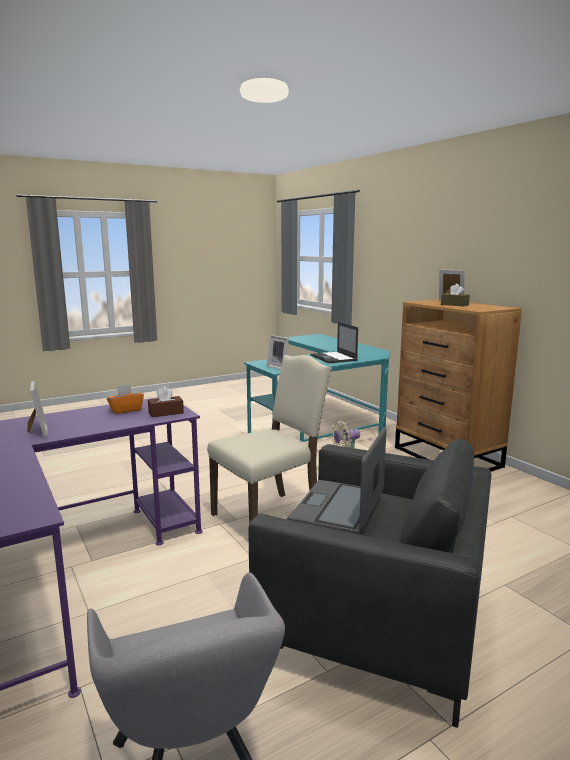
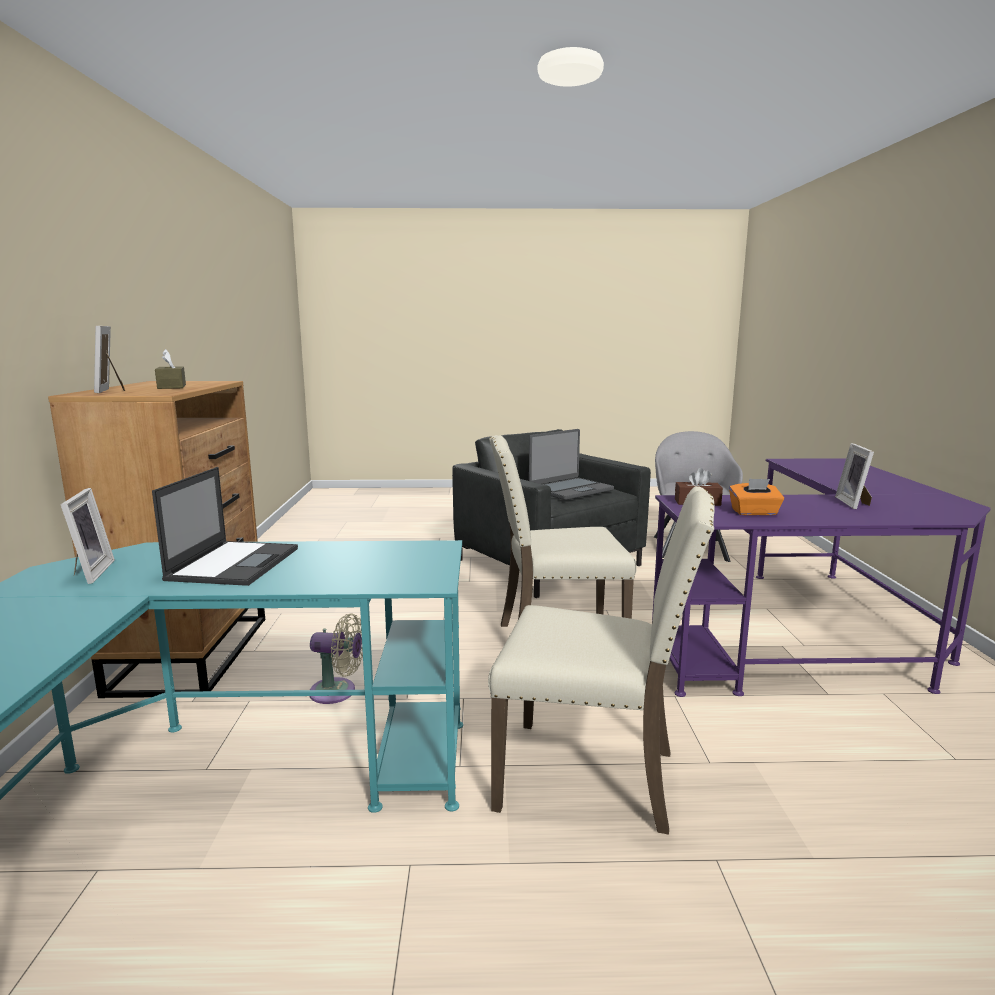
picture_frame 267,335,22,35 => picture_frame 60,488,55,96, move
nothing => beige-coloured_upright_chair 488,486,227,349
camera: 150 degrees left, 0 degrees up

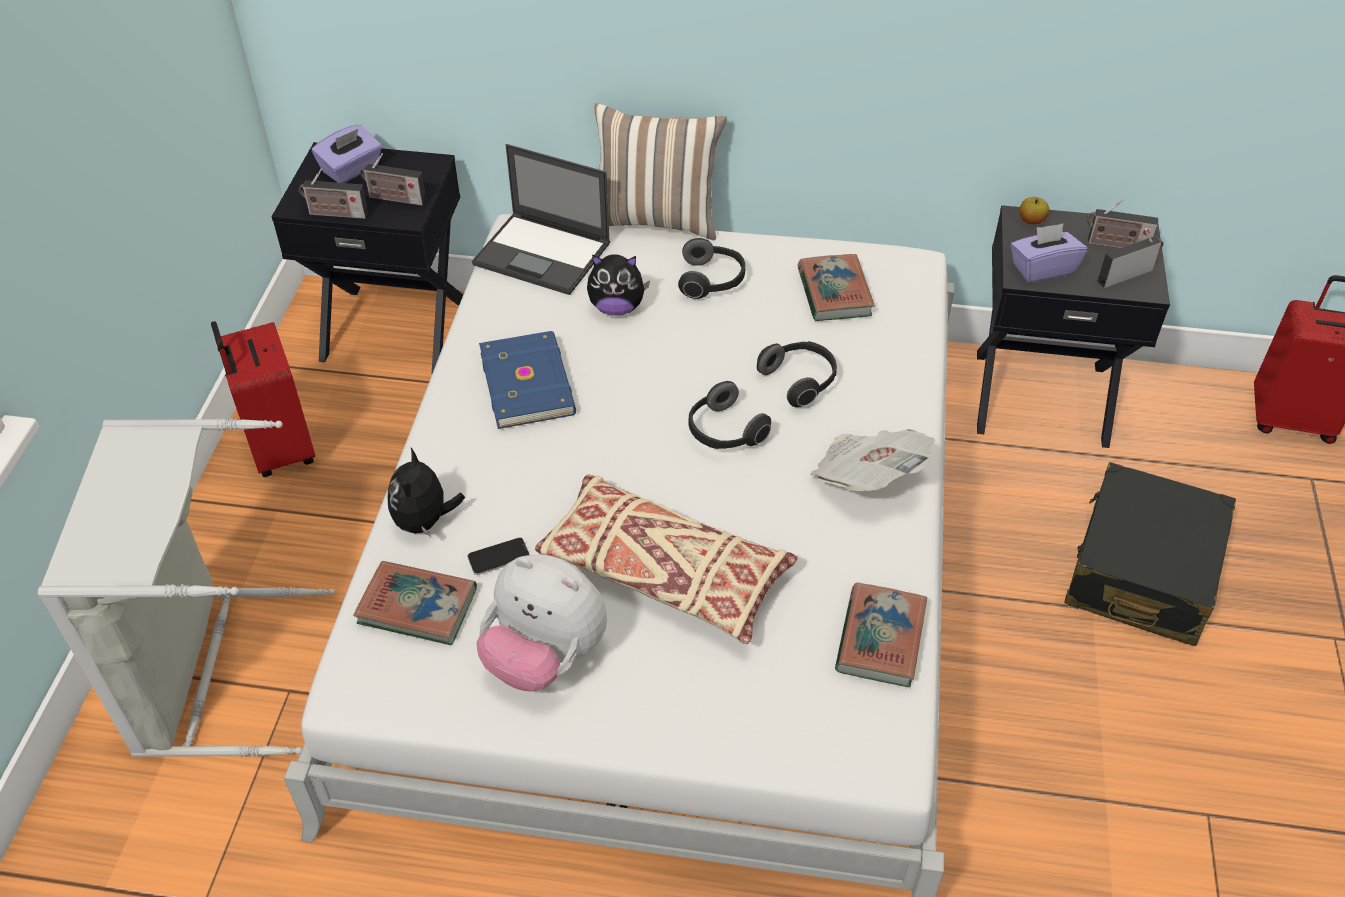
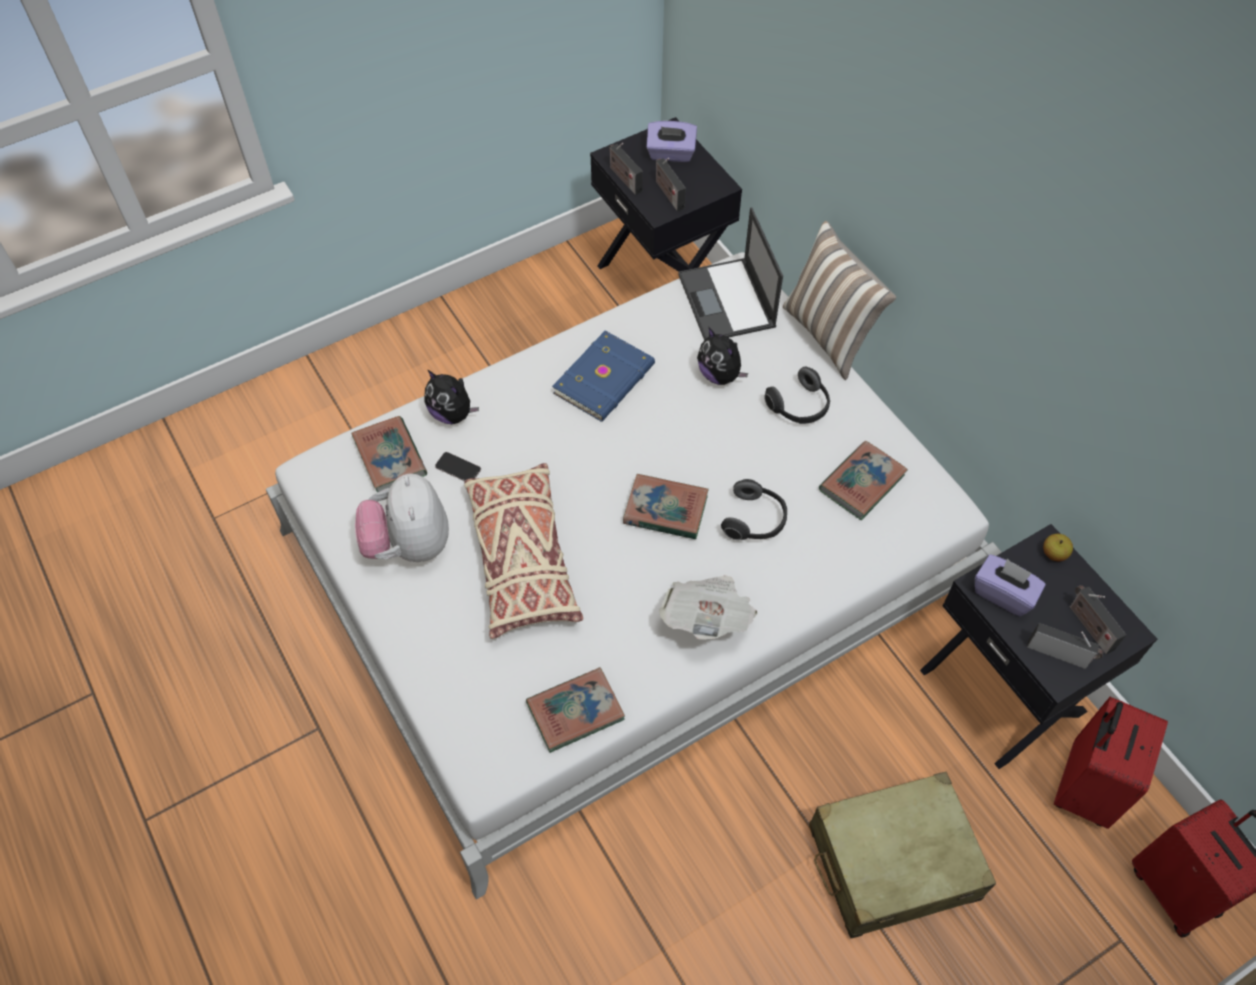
gray_washing_basket 38,418,297,339 => nothing
reddish_travel_case 211,321,104,156 => reddish_travel_case 1054,697,114,132, move
soft_toy 388,448,77,89 => soft_toy 424,370,55,54, 105 degrees counterclockwise
headphones 688,381,83,68 => volume 623,474,86,65
black_travel_case 1064,462,172,184 => beige-coloured_travel_case 809,772,187,166
camera: 50 degrees right, 10 degrees up

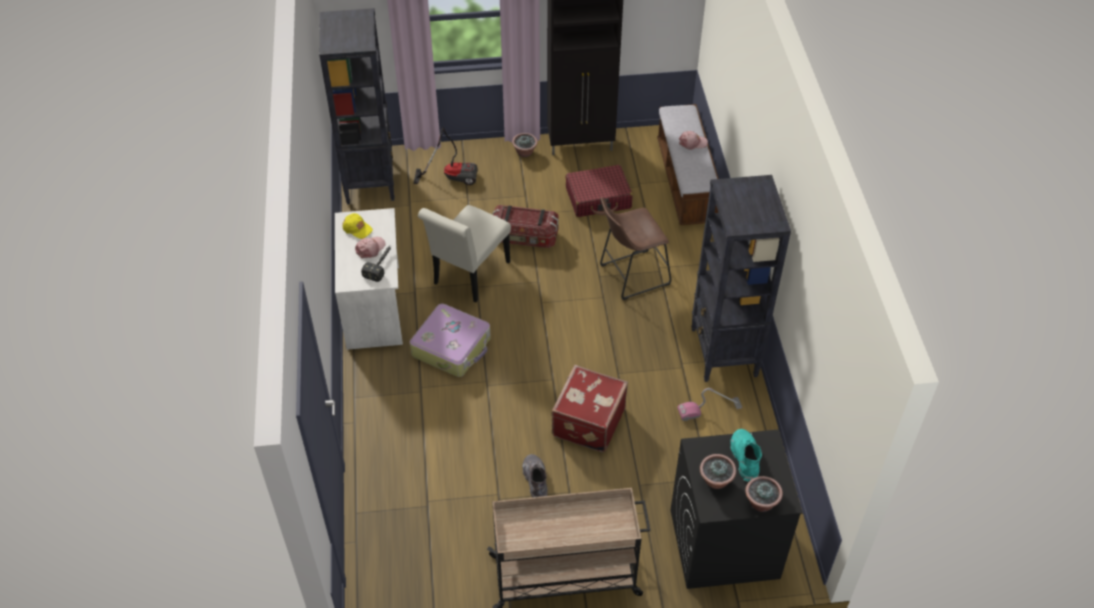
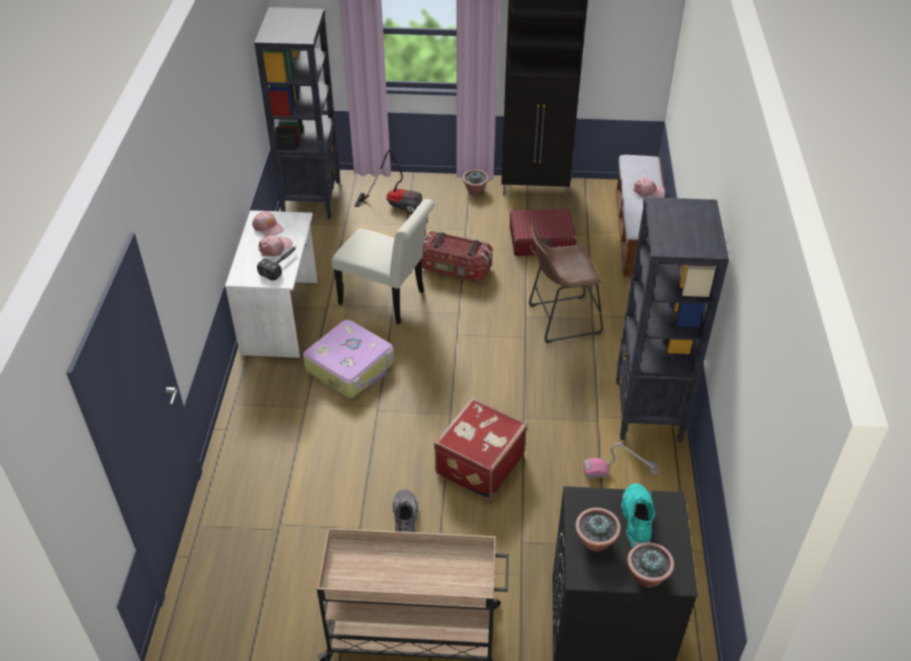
yellow_peaked_cap 343,213,30,26 => pinkish_peaked_cap 252,211,32,25
white_upright_chair 418,205,93,98 => white_upright_chair 331,199,104,125, 105 degrees counterclockwise
camera: 10 degrees right, 5 degrees down

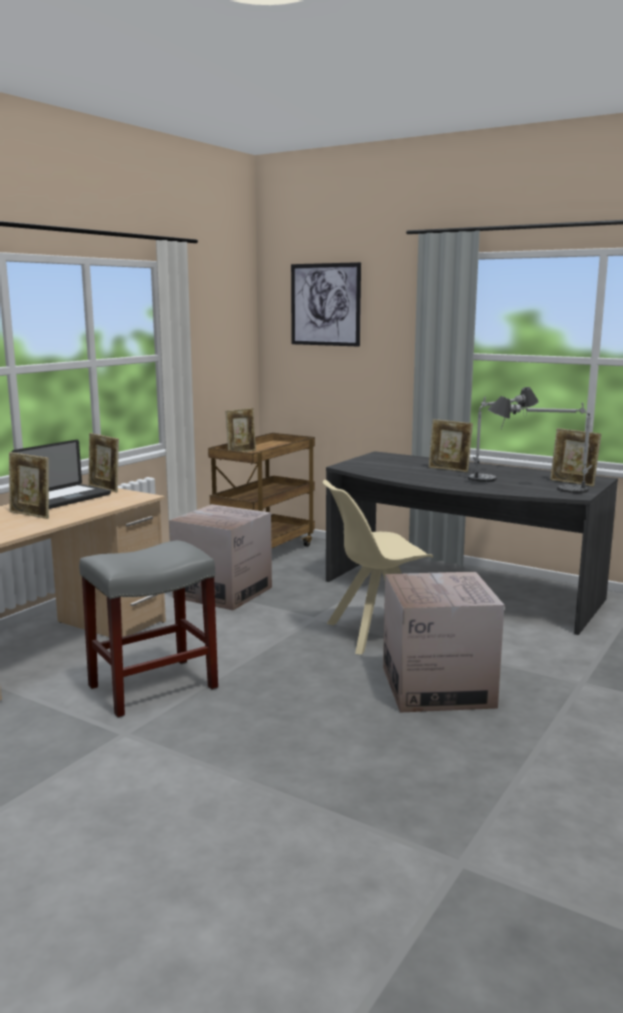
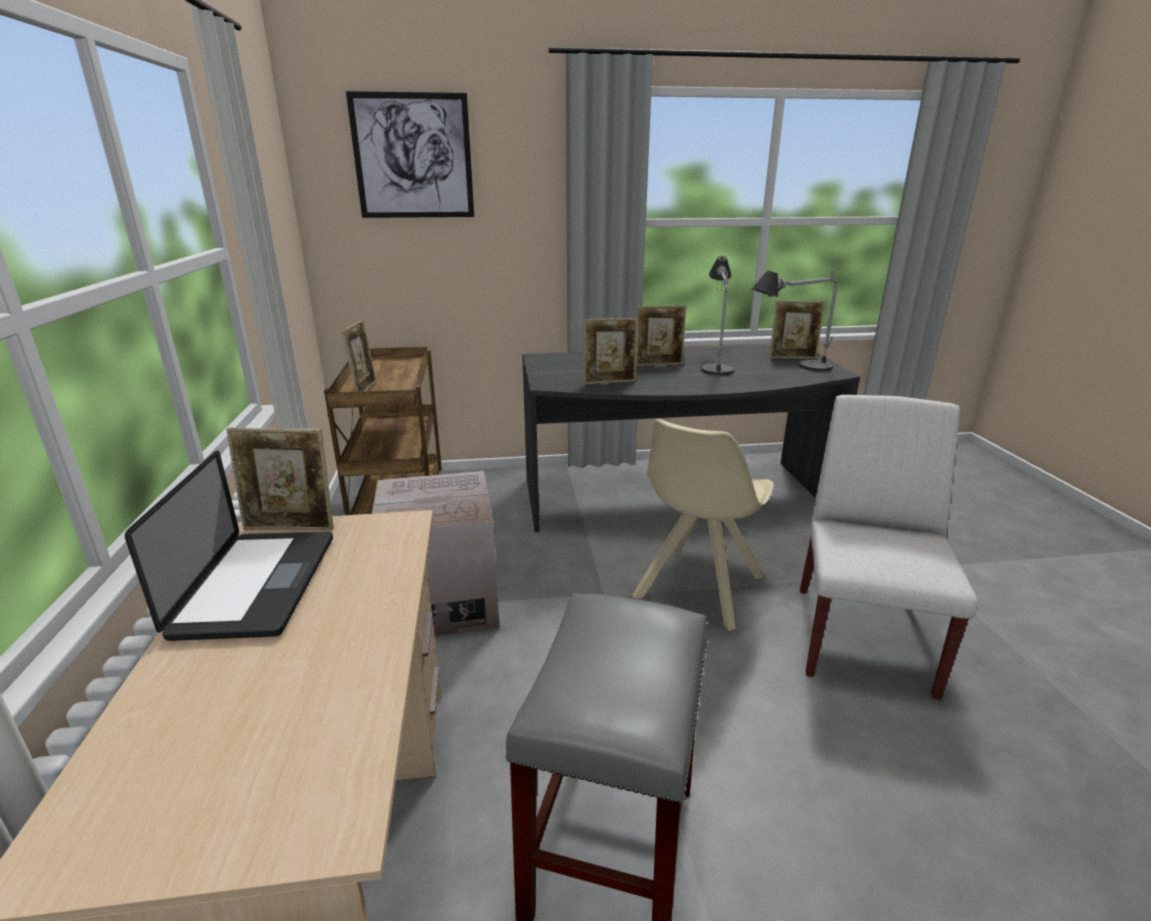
picture_frame 9,452,40,67 => picture_frame 584,318,54,66, move
packing_box 383,572,121,141 => white_upright_chair 800,395,177,305
camera: 40 degrees left, 10 degrees up

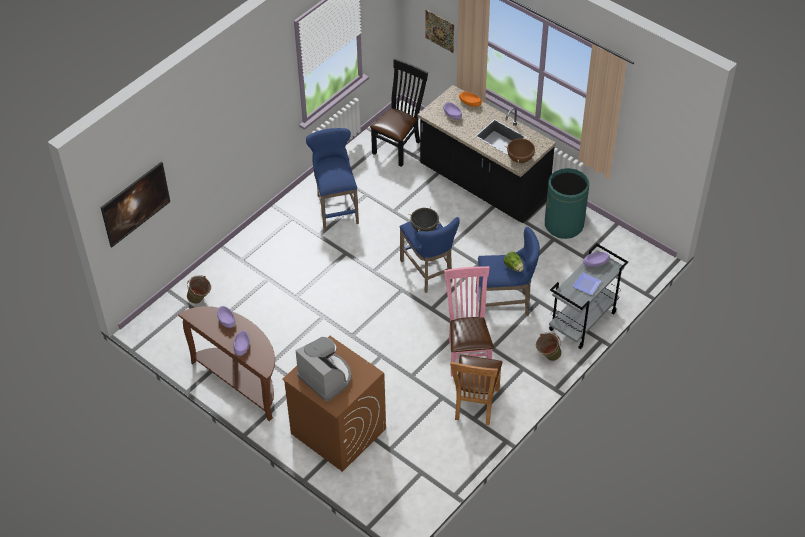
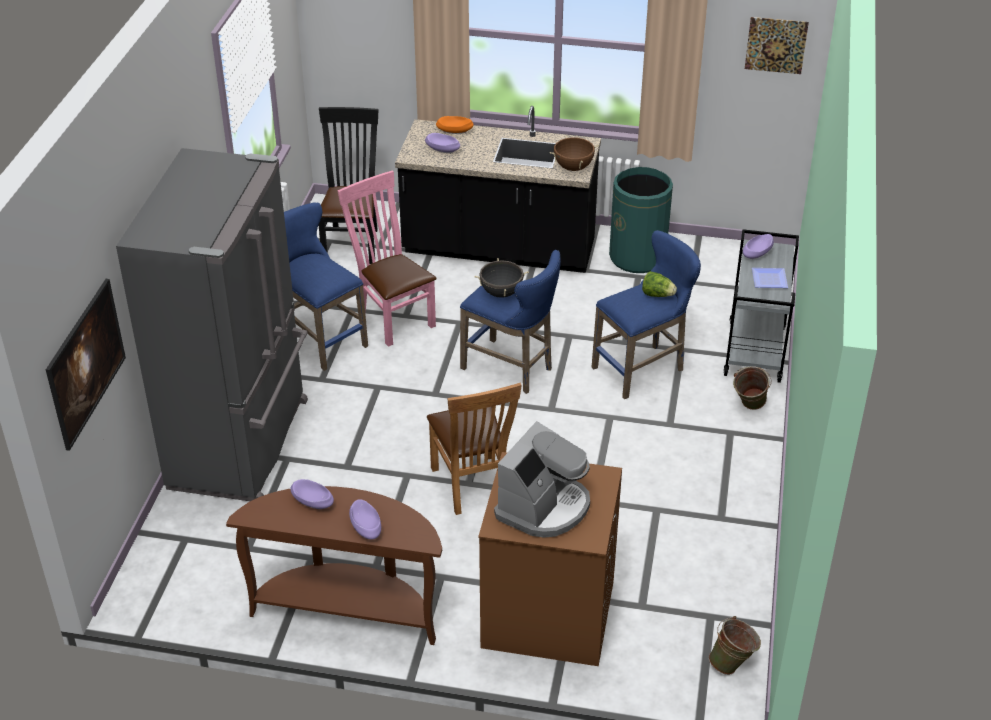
green-coloured_bucket 187,275,24,29 => green-coloured_bucket 709,616,52,59, move
coffee_brewer 296,337,56,64 => coffee_brewer 494,421,96,117, 105 degrees clockwise
picture 425,10,29,43 => picture 745,17,64,57, move
pinkish_upright_chair 444,266,50,110 => pinkish_upright_chair 338,171,99,176, move
brown-coloured_upright_chair 450,355,52,70 => brown-coloured_upright_chair 427,383,95,132, move
nothing => gray_fridge 116,148,192,353
camera: 30 degrees left, 10 degrees down

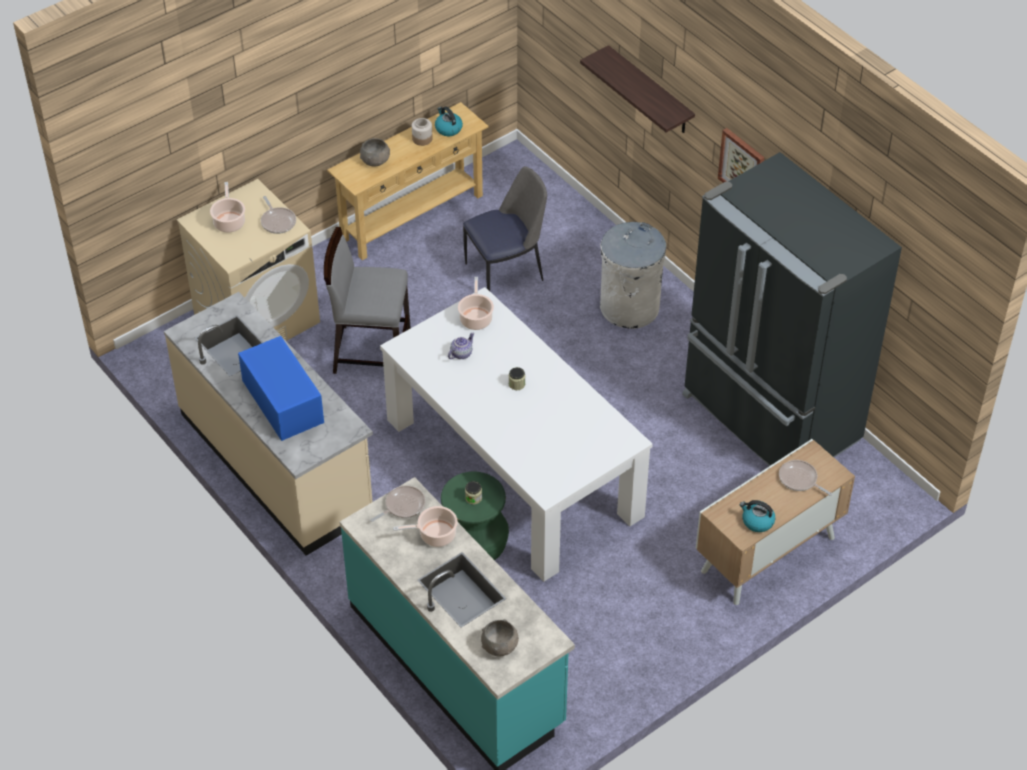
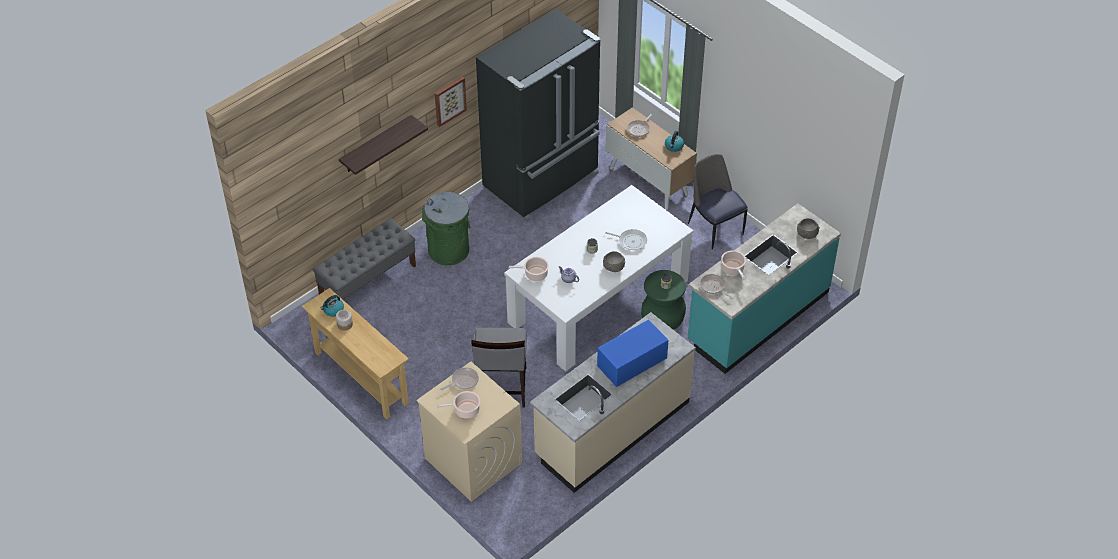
gray_bowl 360,138,30,29 => gray_bowl 603,251,22,21, move
upright_chair 463,166,84,125 => upright_chair 688,154,60,95, move
white_waste_bin 600,222,66,107 => green-coloured_waste_bin 422,192,49,73
nothing => gray_bench 313,218,103,81
nothing => pan 605,229,42,21
camera: 95 degrees left, 0 degrees up

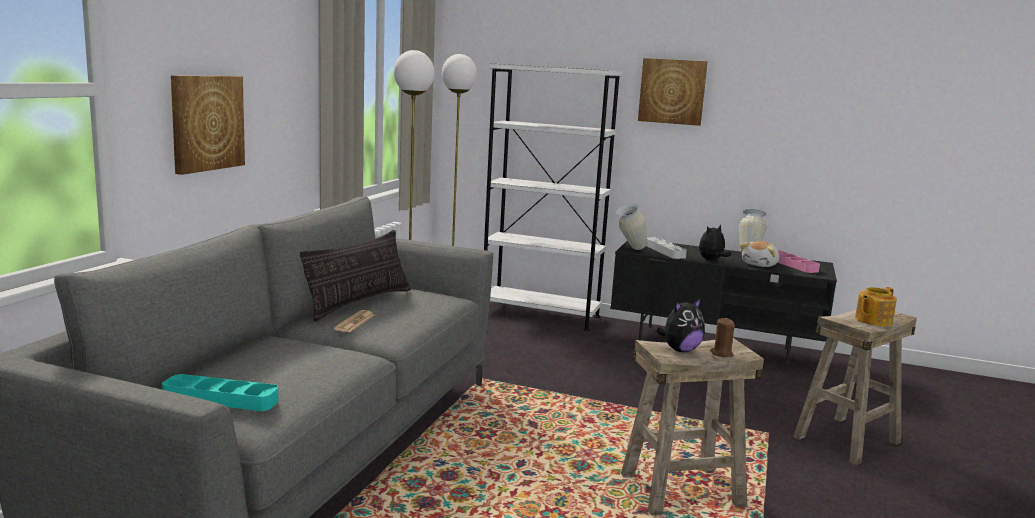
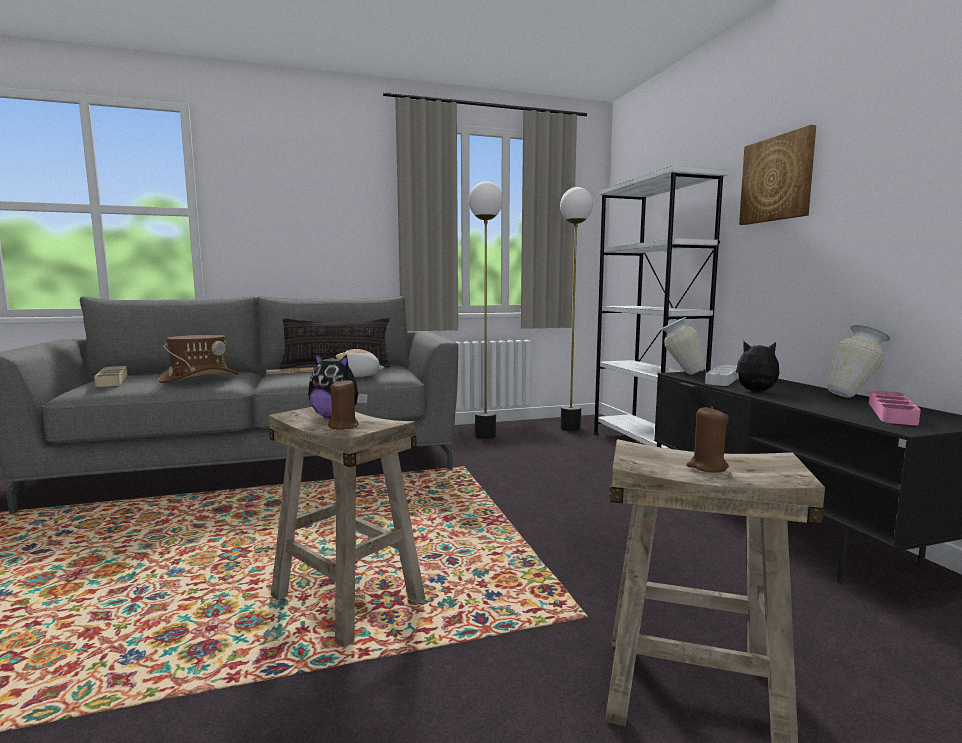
turquoise_carrying_tray 162,374,116,37 => beige-coloured_carrying_tray 94,366,33,21
picture 171,75,74,100 => nothing
soft_toy 740,241,39,26 => soft_toy 336,349,49,28, move
teapot 855,287,42,39 => brown-coloured_wax_candle 687,406,42,66
nothing => brown-coloured_clothing_hat 158,335,80,48
camera: 55 degrees right, 5 degrees down

